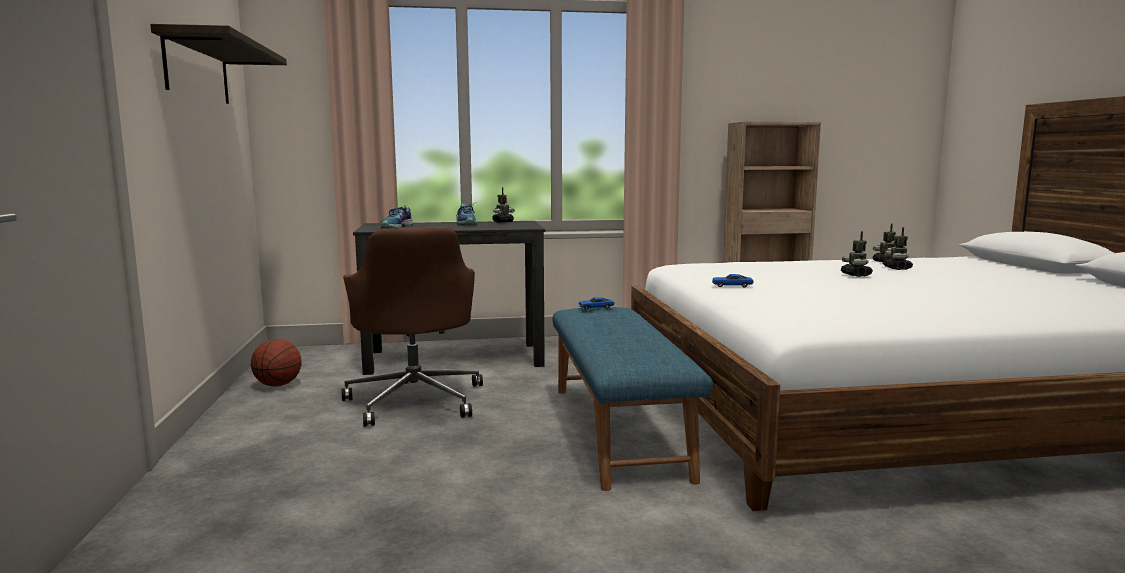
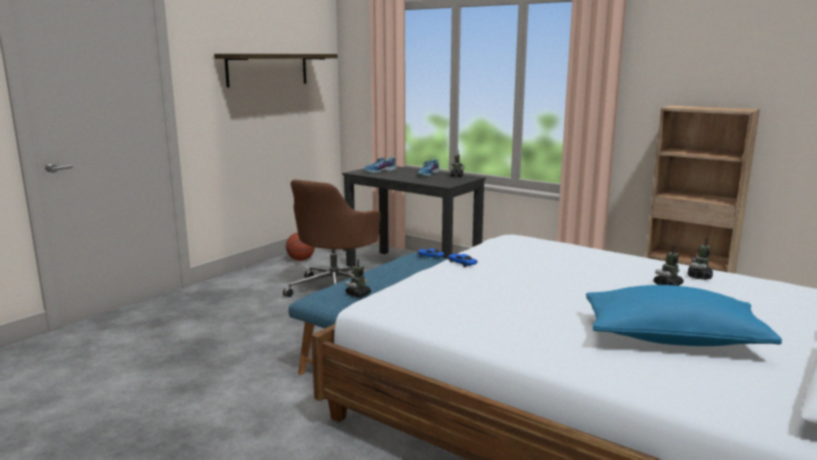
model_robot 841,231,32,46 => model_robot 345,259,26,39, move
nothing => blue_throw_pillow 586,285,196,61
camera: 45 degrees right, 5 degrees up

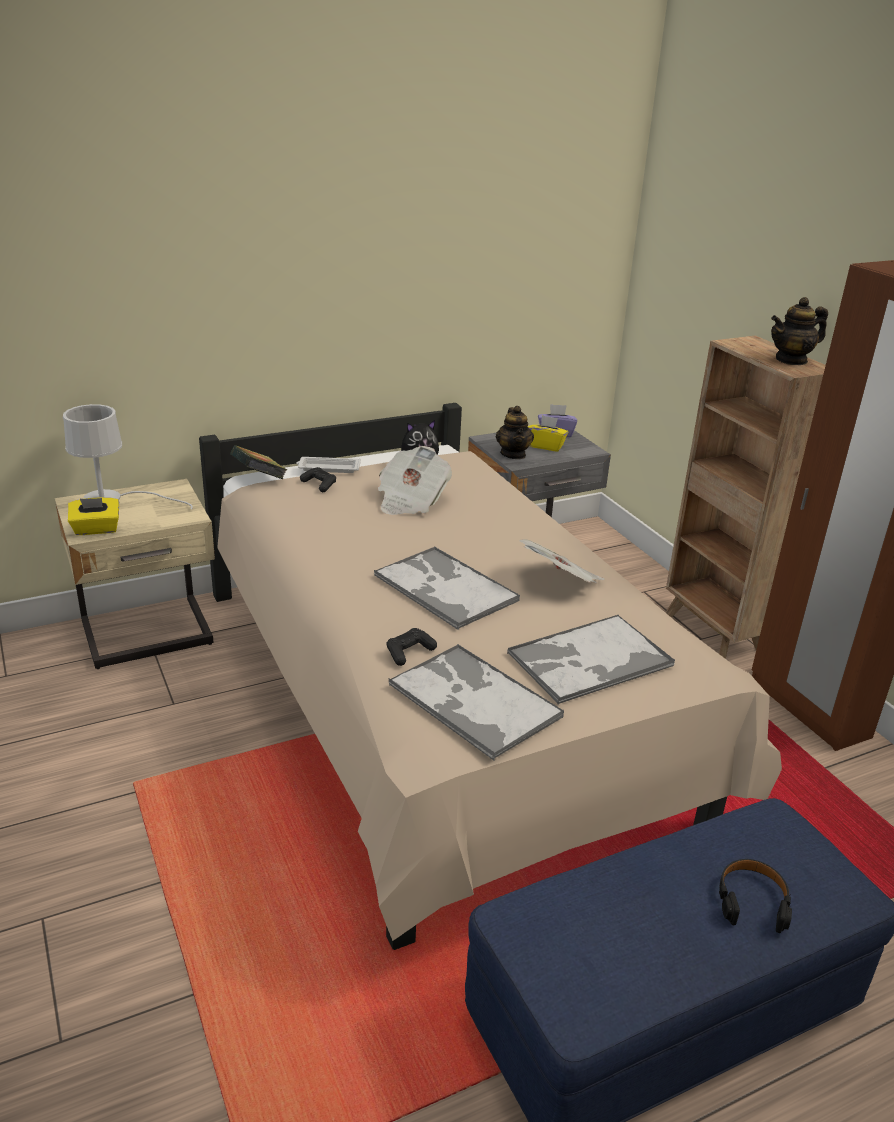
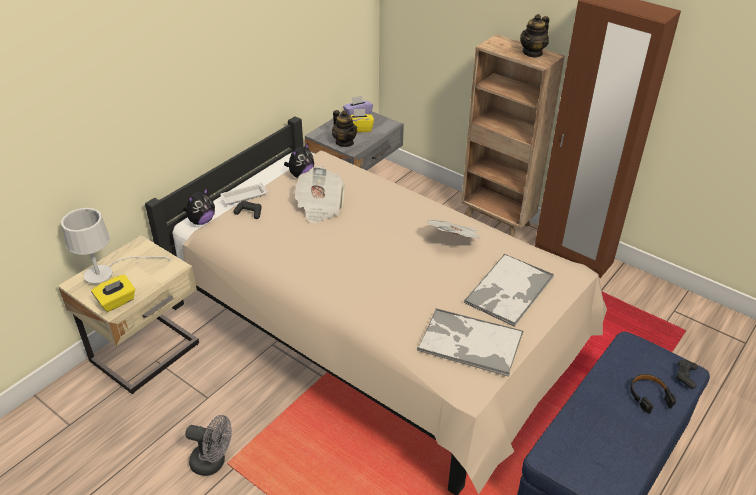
volume 230,445,57,34 => soft_toy 183,188,32,37
carrying_tray 374,546,146,84 => nothing
black_game_controller 386,628,51,38 => black_game_controller 676,360,22,29, move
nothing => gray_electric_fan 185,415,47,61
camera: 25 degrees left, 10 degrees up

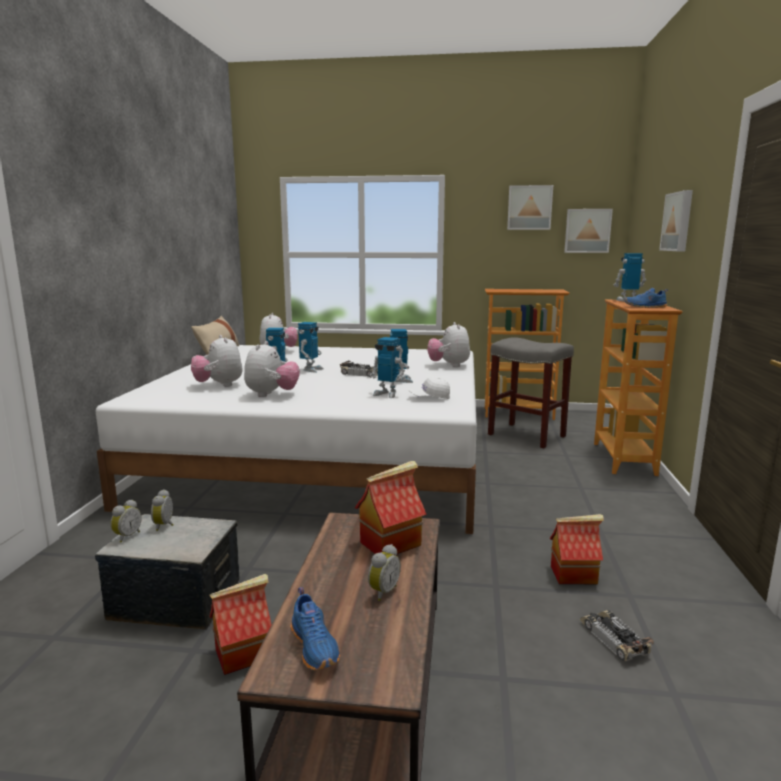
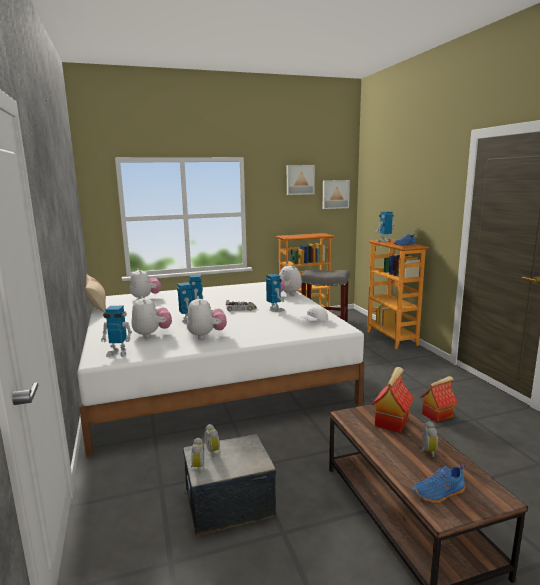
soft_toy 191,335,52,52 => soft_toy 132,295,40,43, 150 degrees counterclockwise
toy_house 210,574,62,101 => nothing
blue_item_of_footwear 291,587,49,84 => blue_item_of_footwear 412,464,53,39, 120 degrees clockwise
model_robot 370,337,35,61 => model_robot 101,306,31,51, move
miniature_car 579,610,75,51 => nothing
picture 659,190,34,61 => nothing
camera: 25 degrees left, 0 degrees up

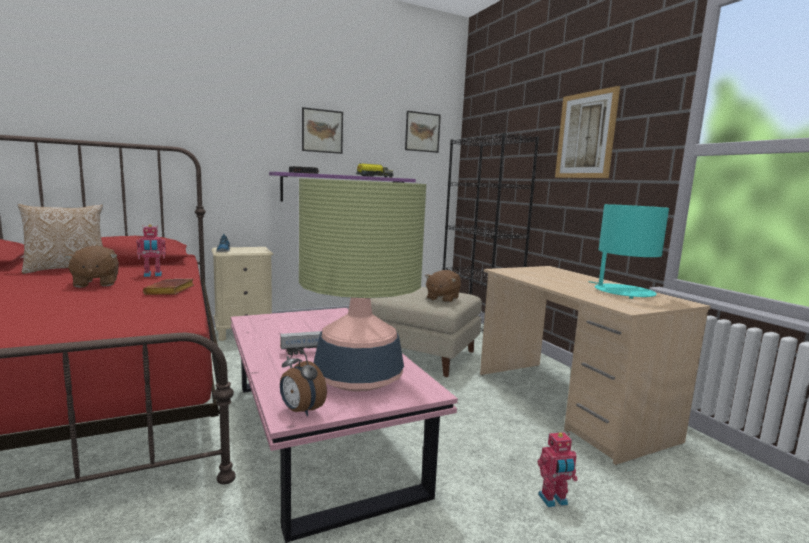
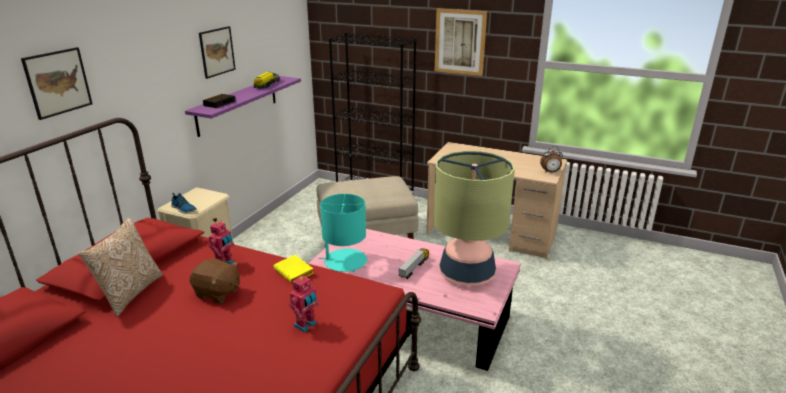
brown-coloured_volume 143,279,51,16 => yellow_volume 273,255,41,29
alarm_clock 280,348,47,69 => alarm_clock 540,146,23,27, move
picture 405,111,36,42 => picture 21,47,72,73, move
brown-coloured_soft_toy 425,270,36,33 => nothing
model_robot 538,432,39,75 => model_robot 289,275,30,57, move
turquoise_table_lamp 588,204,81,95 => turquoise_table_lamp 318,194,49,78, move
camera: 40 degrees left, 15 degrees up

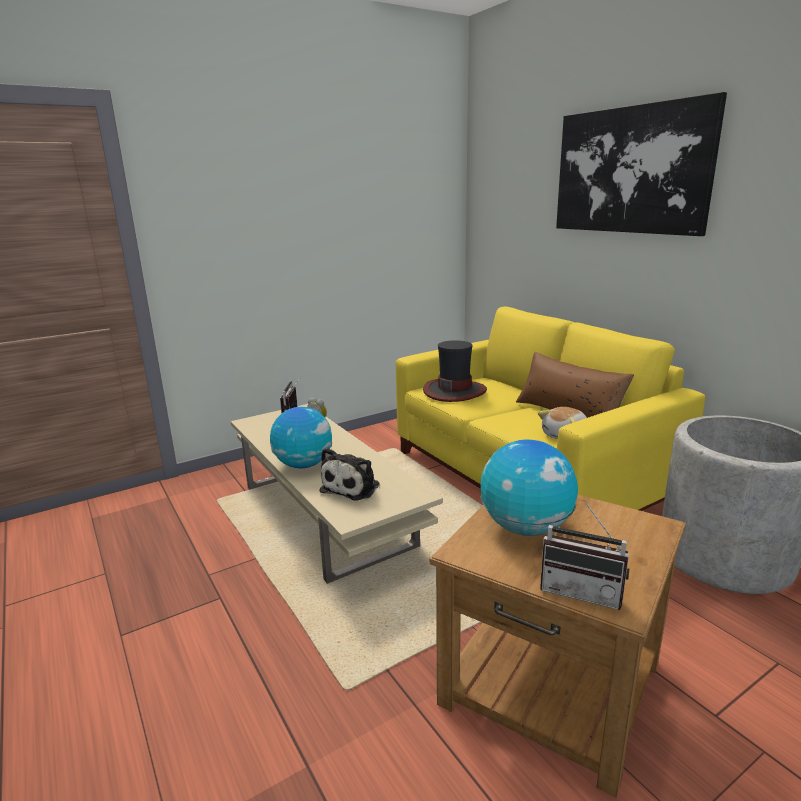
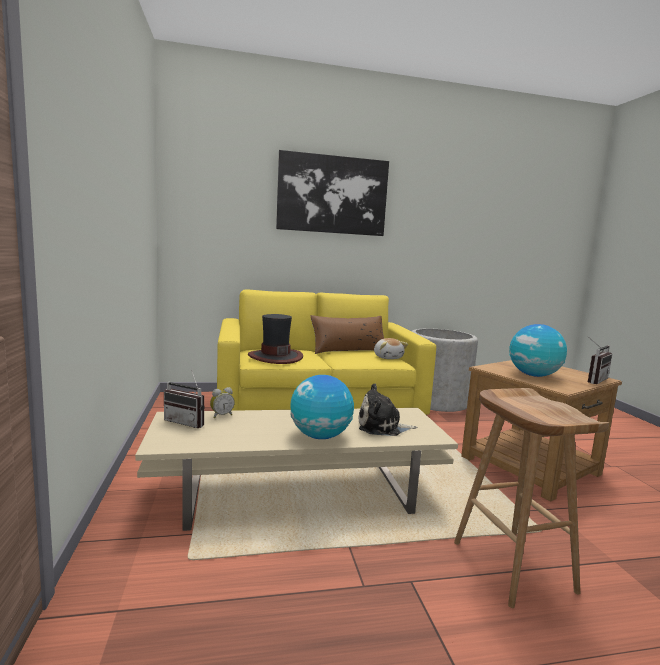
soft_toy 320,448,59,53 => soft_toy 359,384,58,52, 135 degrees clockwise
nothing => brown-coloured_stool_seat 454,388,155,220
camera: 70 degrees left, 10 degrees down

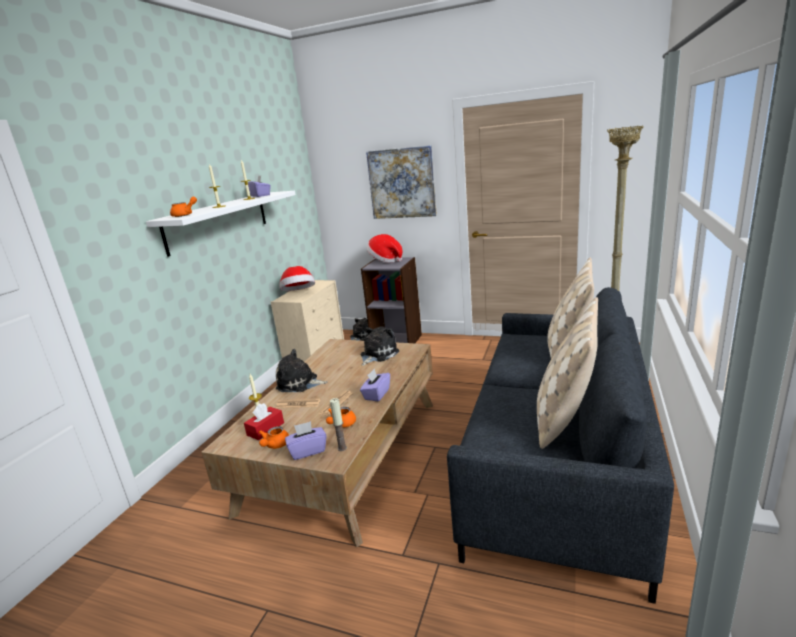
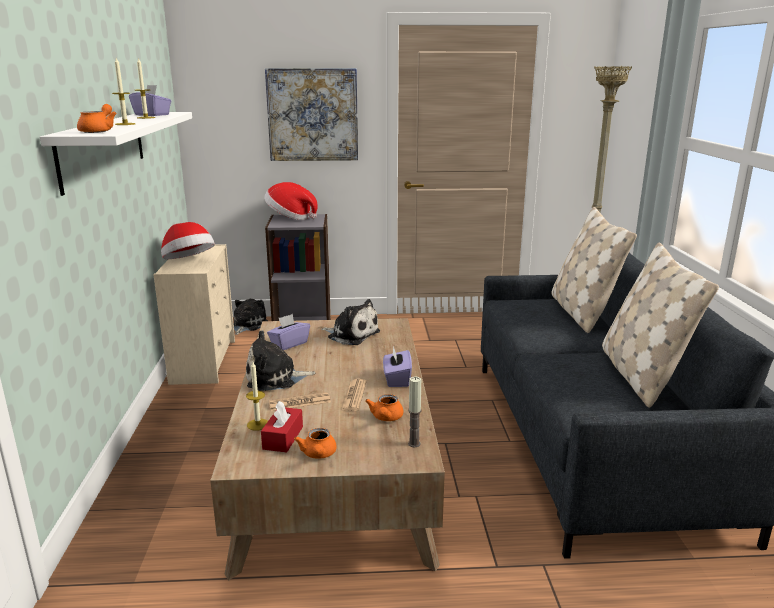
purplish_box_of_tissues 285,421,41,39 => purplish_box_of_tissues 267,314,43,36, move
soft_toy 361,326,38,40 => soft_toy 321,299,59,46, 105 degrees clockwise
camera: 25 degrees left, 0 degrees up

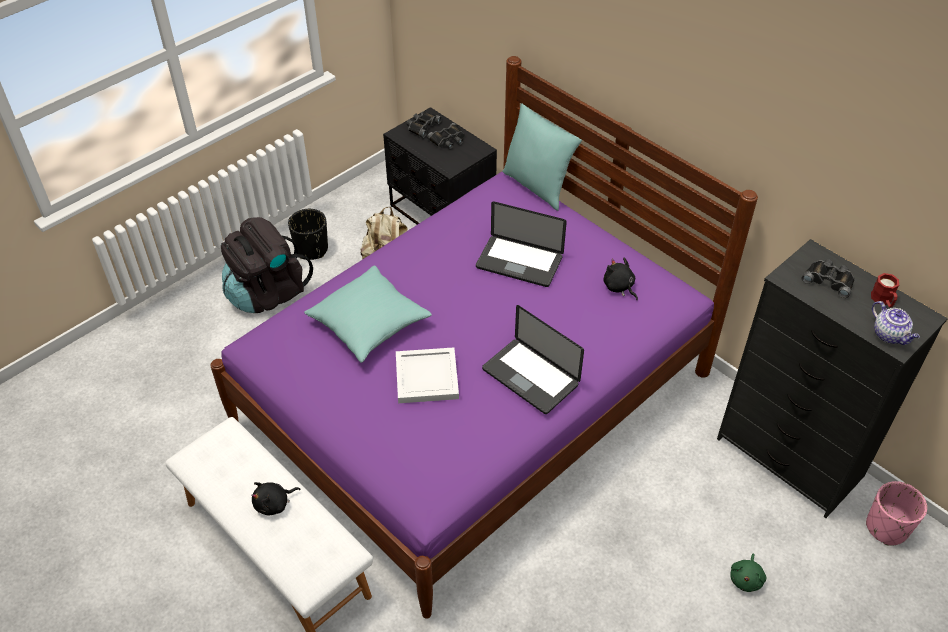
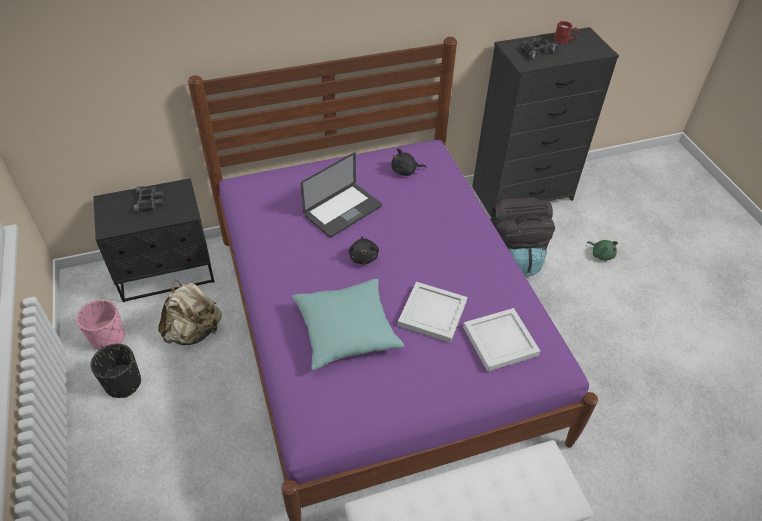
black_rucksack 221,217,92,96 => black_rucksack 490,197,65,80, move
black_soft_toy 251,482,49,33 => black_soft_toy 349,237,30,27, move
black_pair_of_binoculars 406,111,36,27 => nothing
laptop 482,305,102,109 => nothing
turquoise_throw_pillow 503,104,79,107 => nothing
pinkish_flower_pot 866,481,61,65 => pinkish_flower_pot 76,299,49,51, move
teapot 872,301,48,44 => nothing
nothing => white_carrying_tray 463,308,77,64
camera: 65 degrees left, 0 degrees up

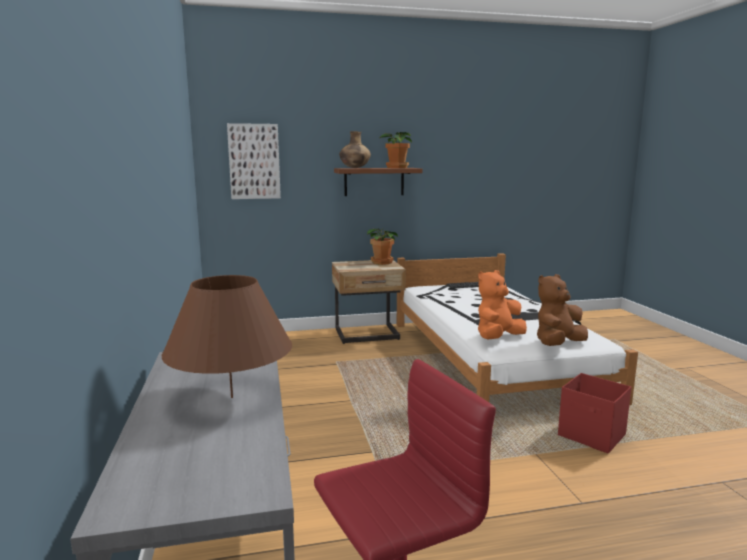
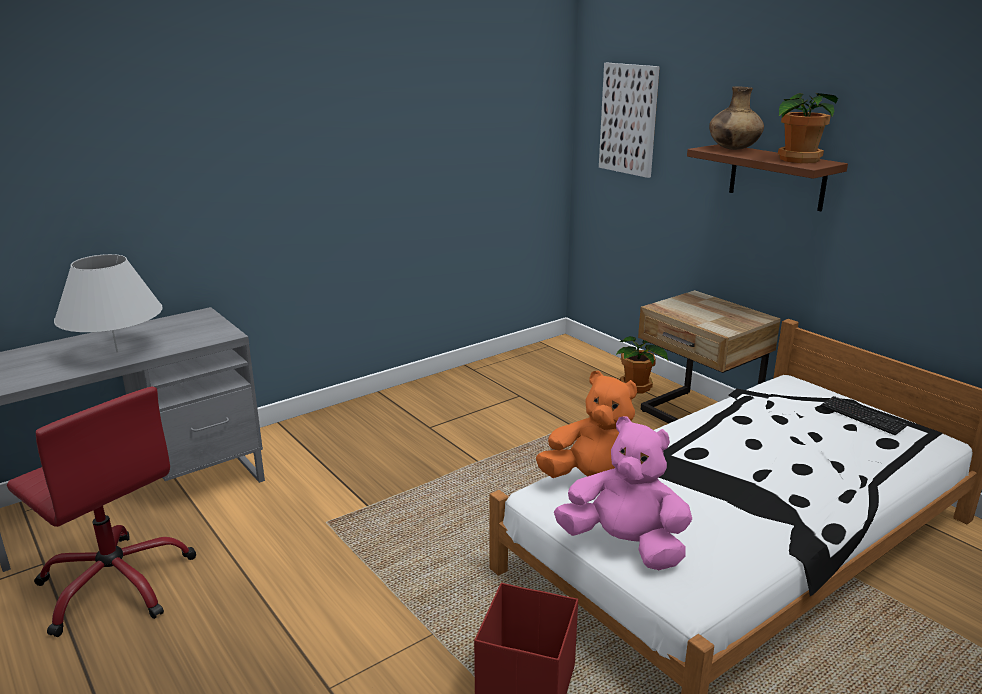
brown-coloured_table_lamp 162,275,130,123 => white_table_lamp 54,254,109,98
plant_in_a_pot 367,228,31,37 => plant_in_a_pot 616,336,52,58, move
brown-coloured_soft_toy 537,274,51,72 => pinkish_soft_toy 554,417,138,153
camera: 65 degrees right, 10 degrees up

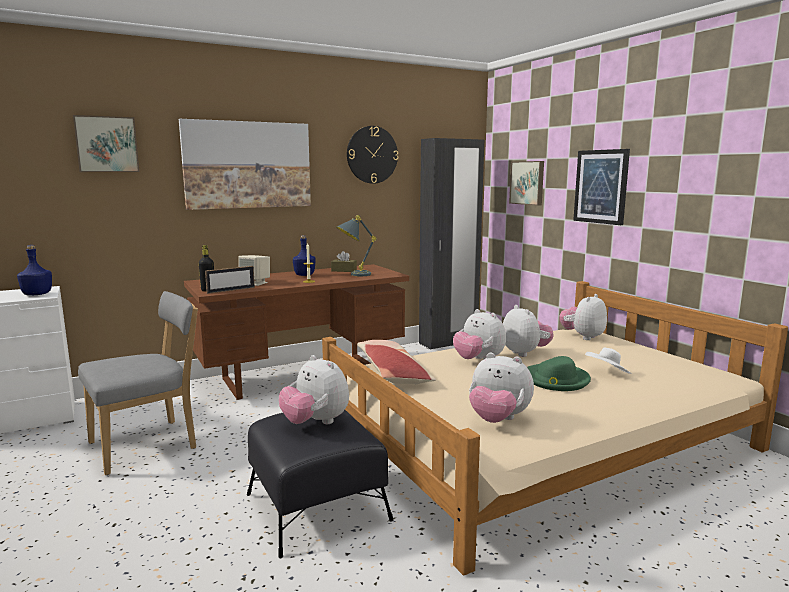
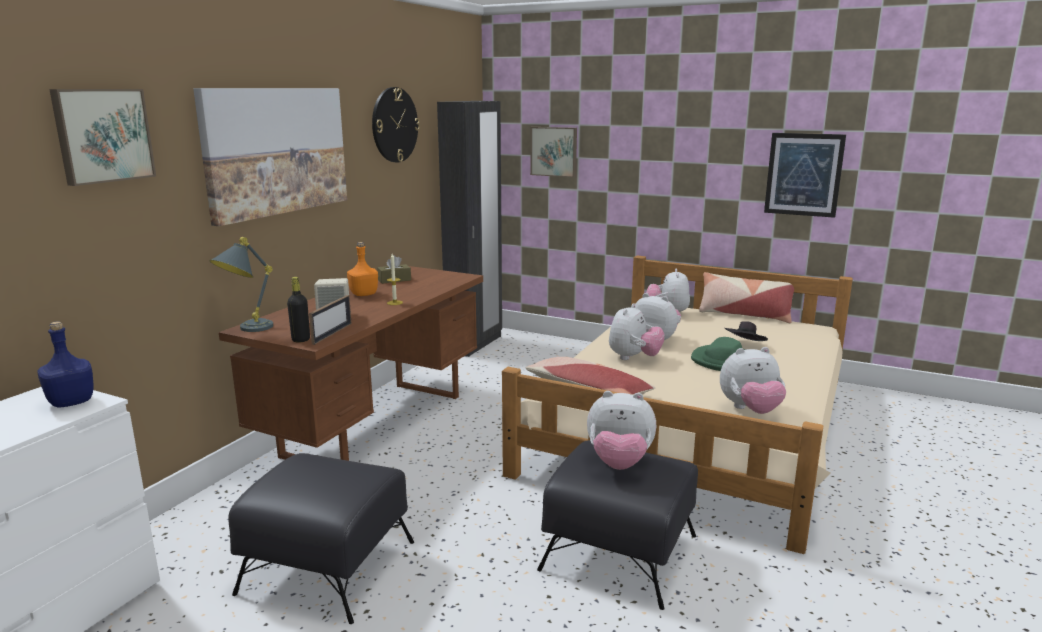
gray_upright_chair 78,291,120,184 => black_ottoman 228,453,186,171
blue_drink_bottle 293,235,23,41 => orange-coloured_drink_bottle 347,242,31,54
gray_table_lamp 336,215,40,61 => gray_table_lamp 209,237,64,95, move
soft_toy 453,309,53,51 => soft_toy 609,303,56,57, 75 degrees counterclockwise
picture 573,149,57,76 => picture 764,133,82,85, move
white_clothing_hat 585,347,46,27 => black_clothing_hat 725,321,43,20
nothing => throw_pillow 699,272,95,51
camera: 35 degrees left, 5 degrees up

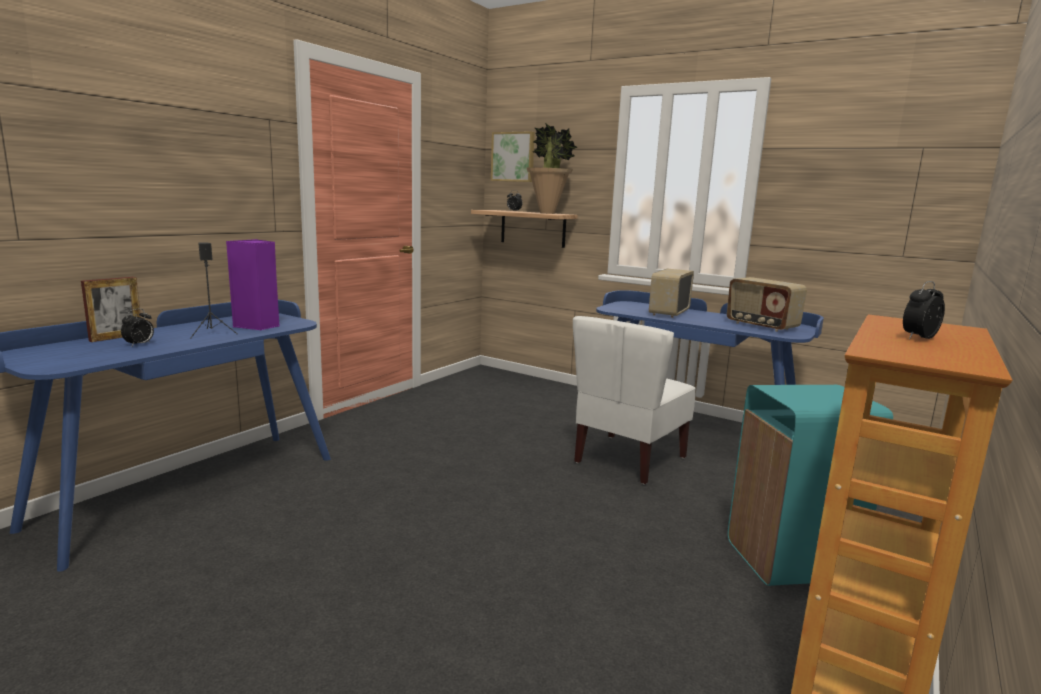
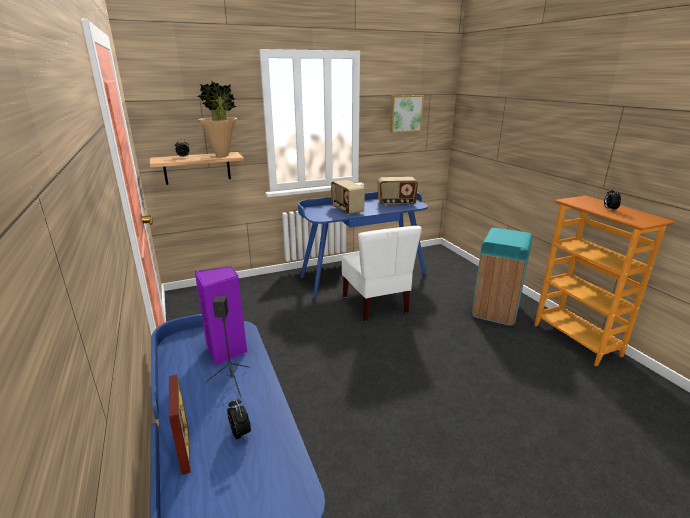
picture 491,131,44,51 => picture 390,95,34,38, move
camera: 55 degrees left, 10 degrees up

